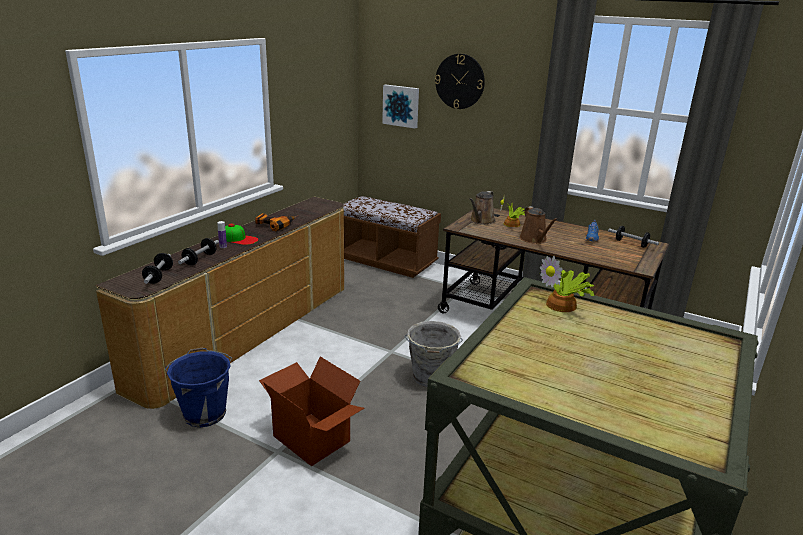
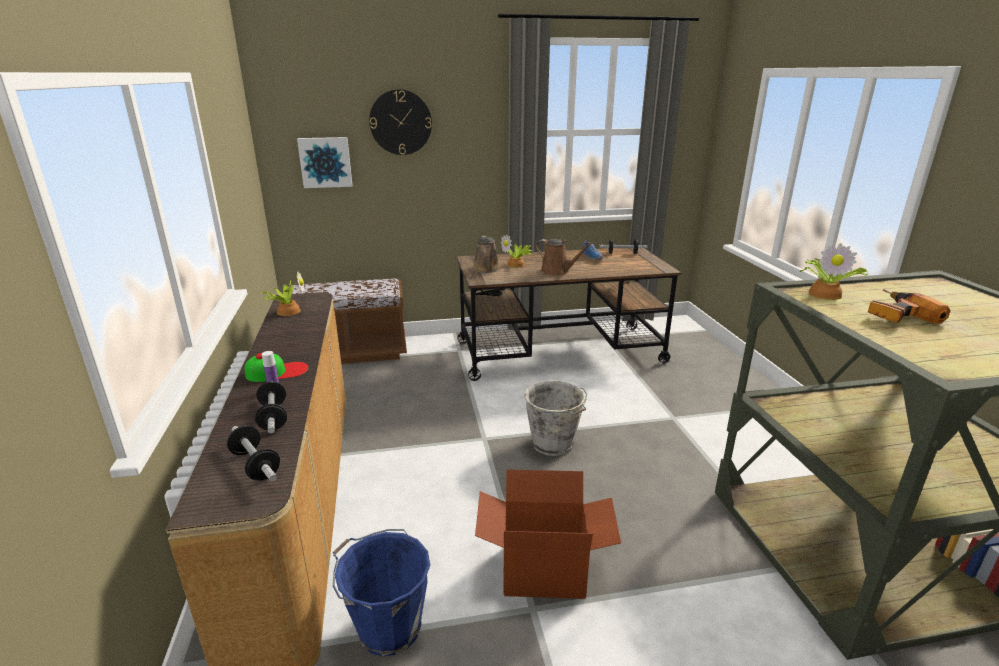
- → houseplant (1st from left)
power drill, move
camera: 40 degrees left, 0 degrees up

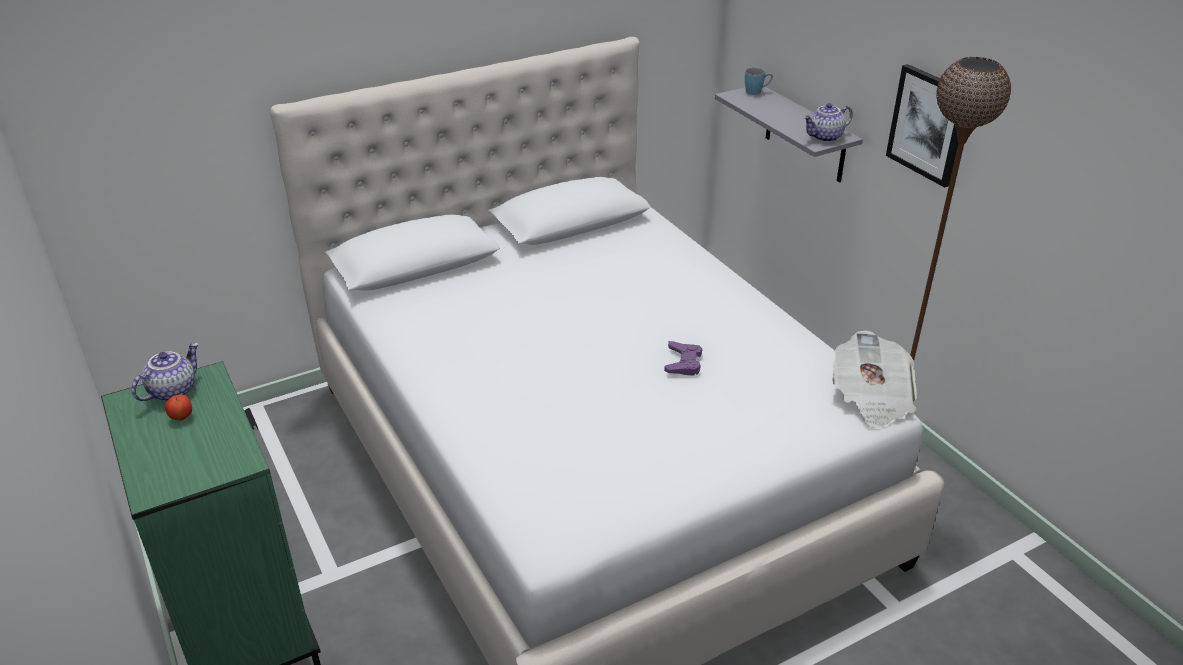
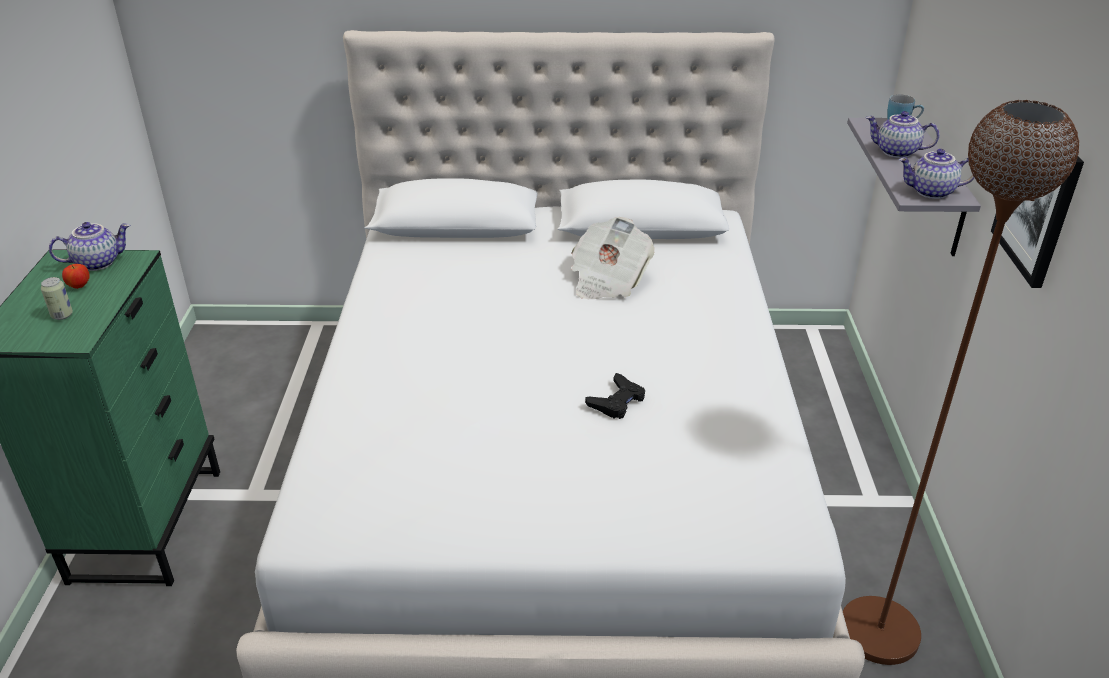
- → metal can
- → teapot (2nd from left)
printed paper, move
game controller in purple-coloured → game controller in black-coloured
camera: 30 degrees right, 0 degrees up

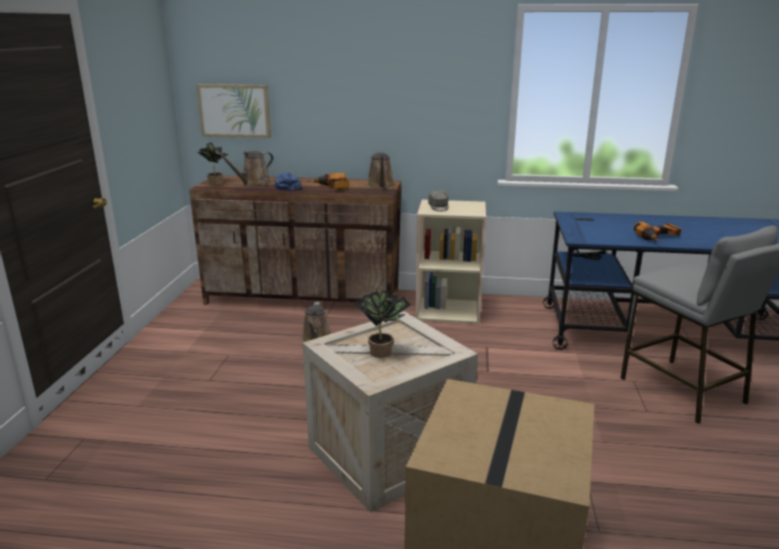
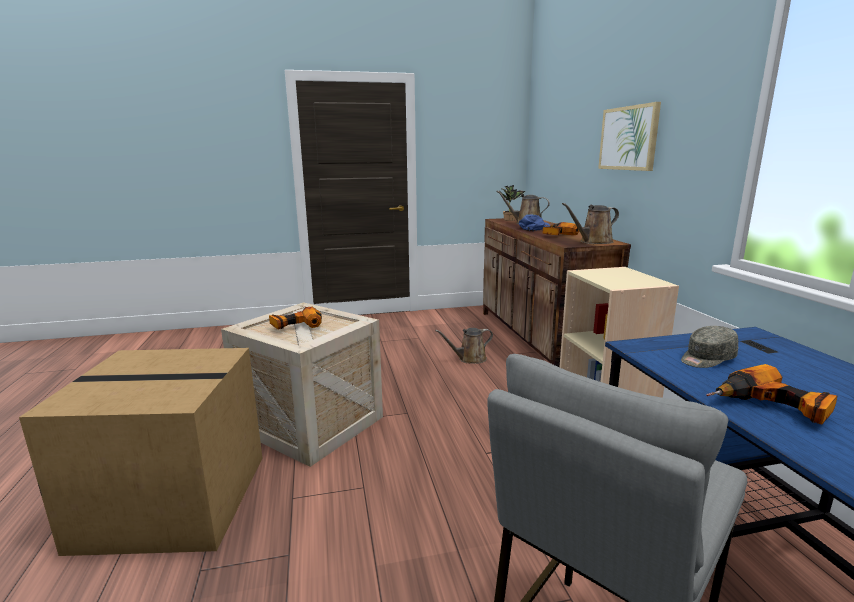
wall picture, move
cap in gray, move
houseplant (2nd from left) → power drill (1st from left)
camera: 70 degrees right, 5 degrees down

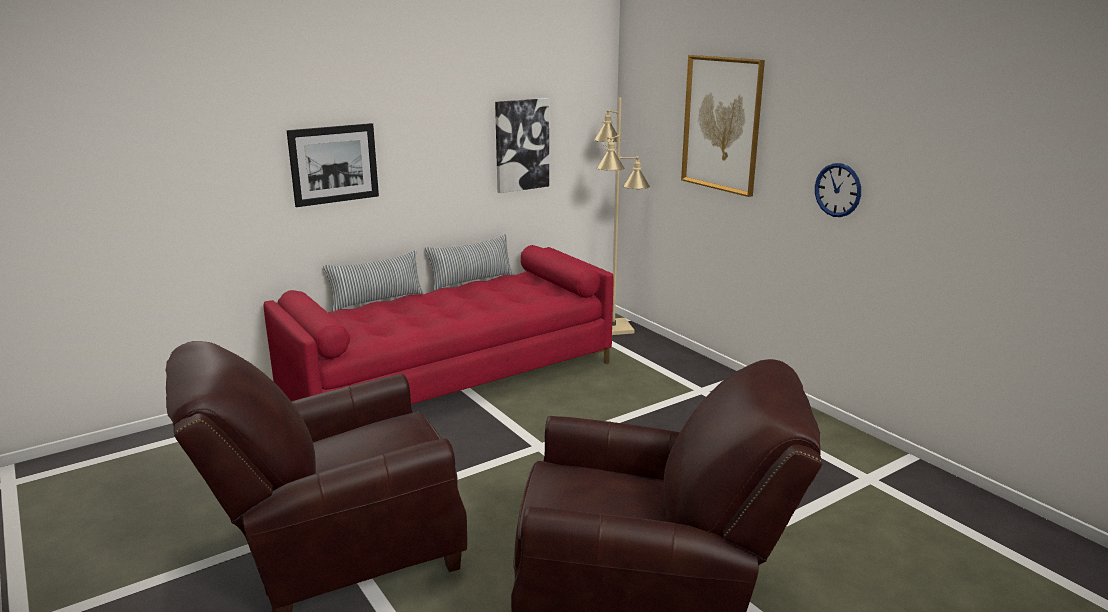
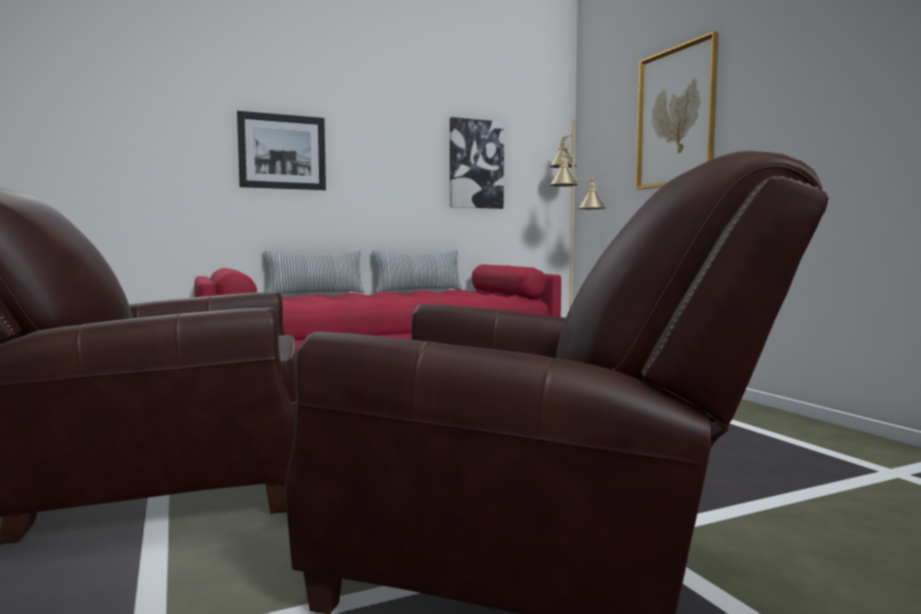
clock on the wall → -
camera: 10 degrees right, 15 degrees down

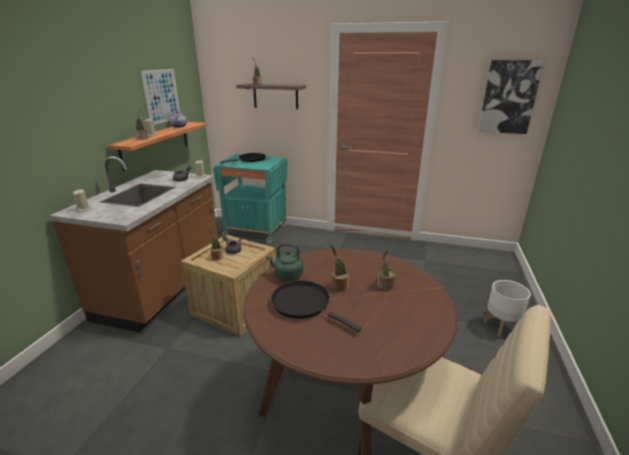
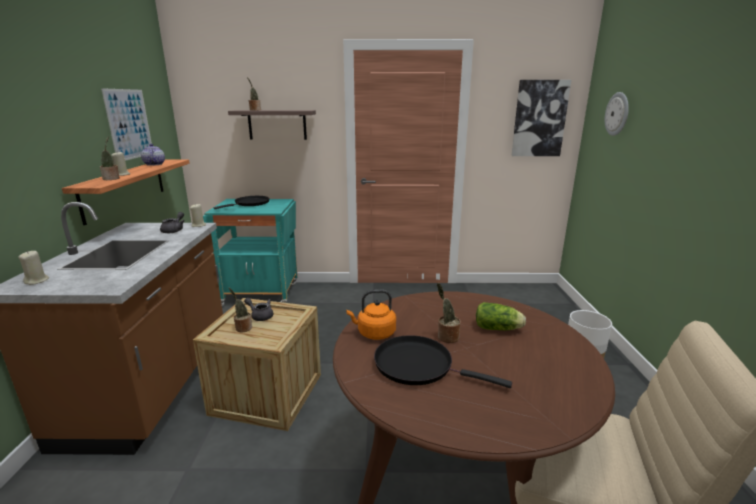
- → clock on the wall
houseplant (5th from left) → lettuce head
water kettle in green → water kettle in orangey
camera: 15 degrees left, 5 degrees down

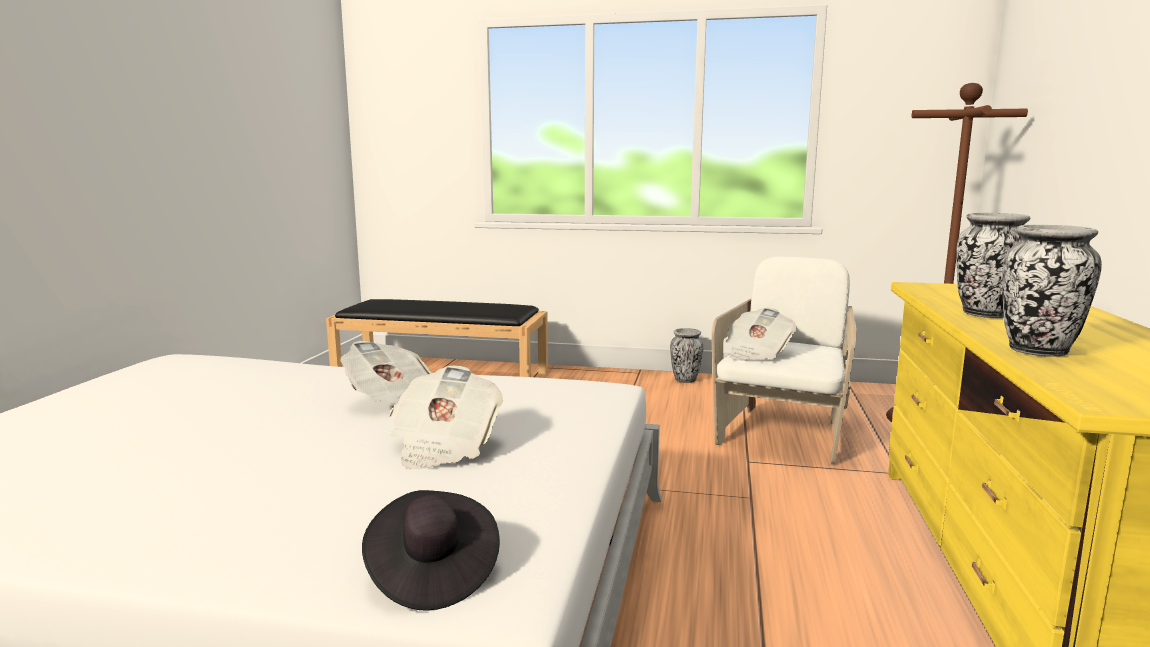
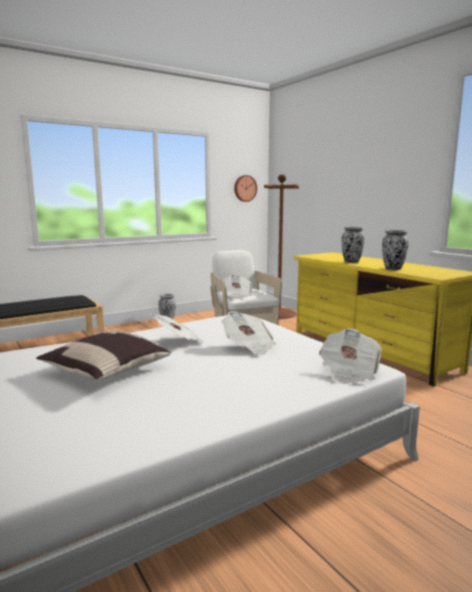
- → throw pillow
- → clock on the wall
clothing hat in black-coloured → printed paper (4th from left)
camera: 45 degrees left, 0 degrees up

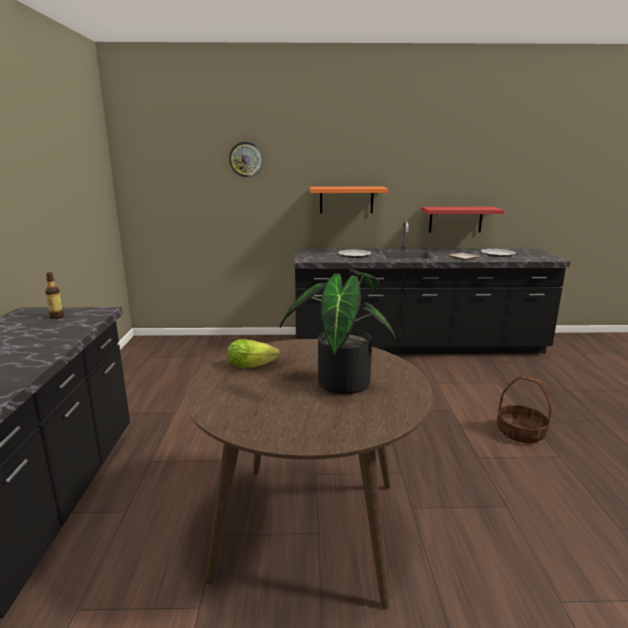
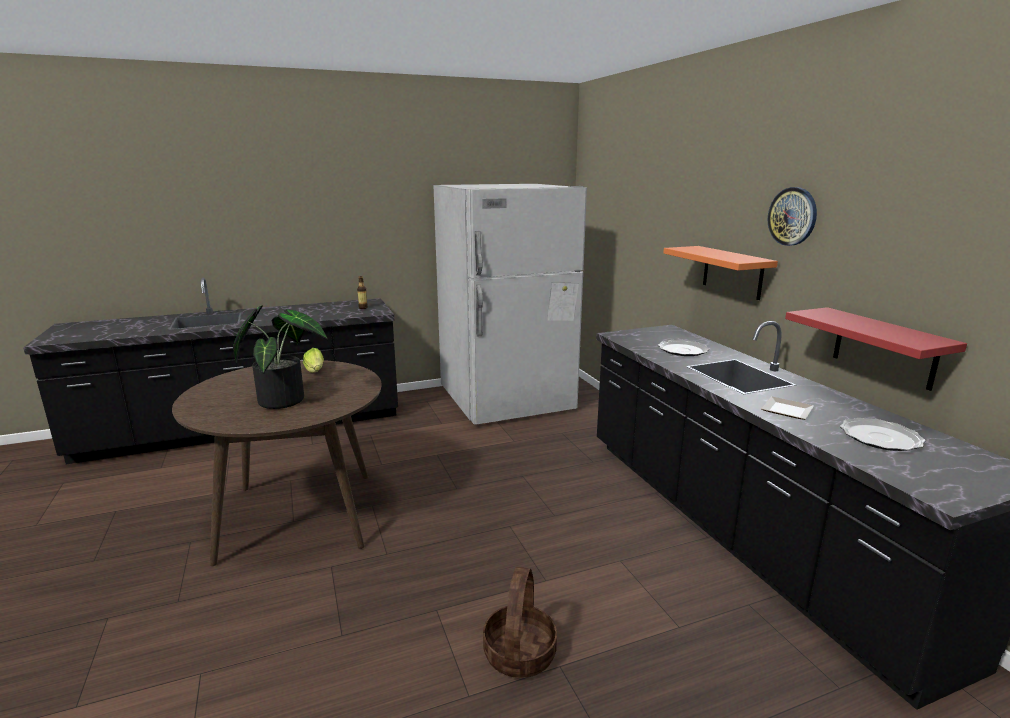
- → fridge in white-coloured
clock on the wall, move
camera: 70 degrees right, 0 degrees up

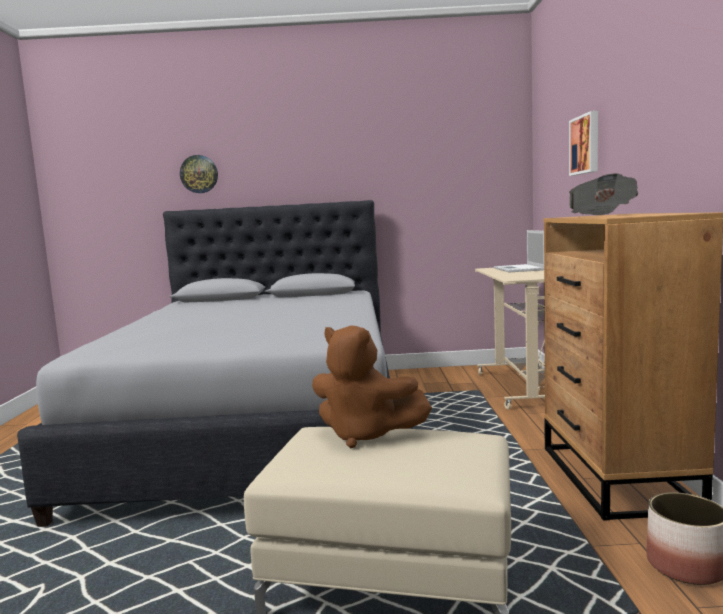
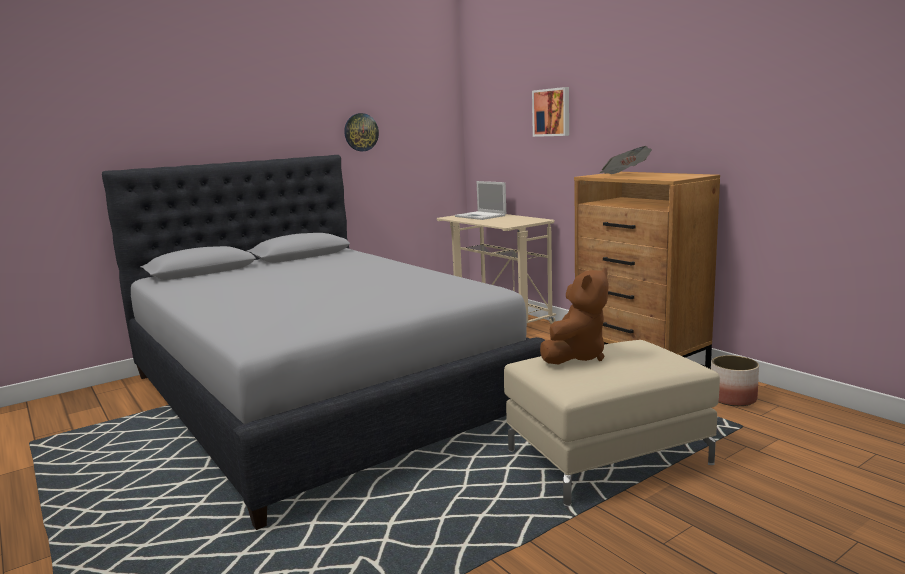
clock on the wall, move
plush toy in brown, 45 degrees counterclockwise
camera: 35 degrees left, 5 degrees up

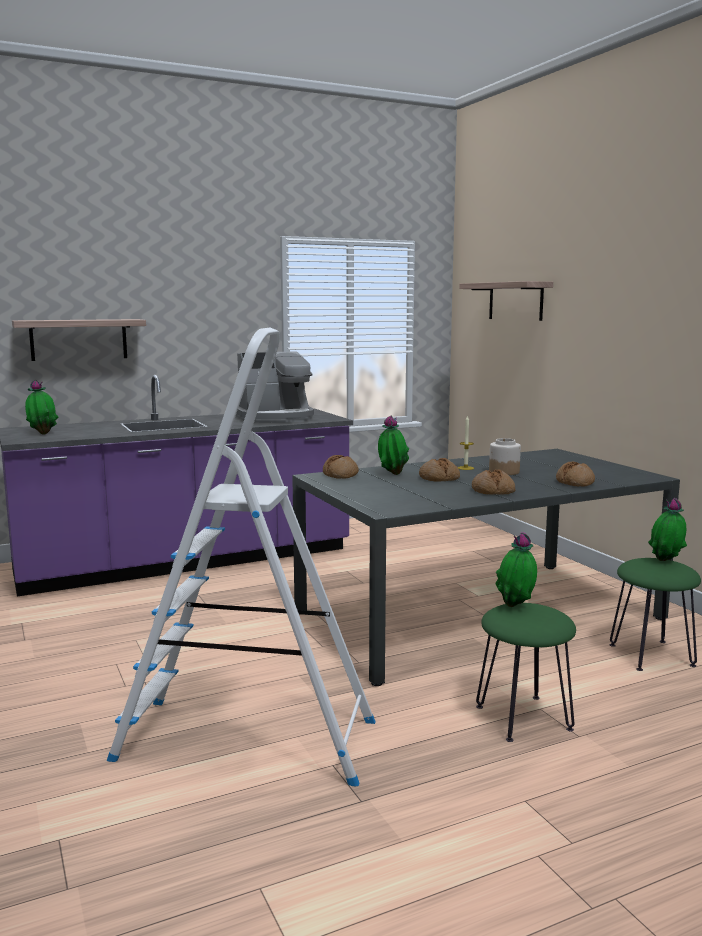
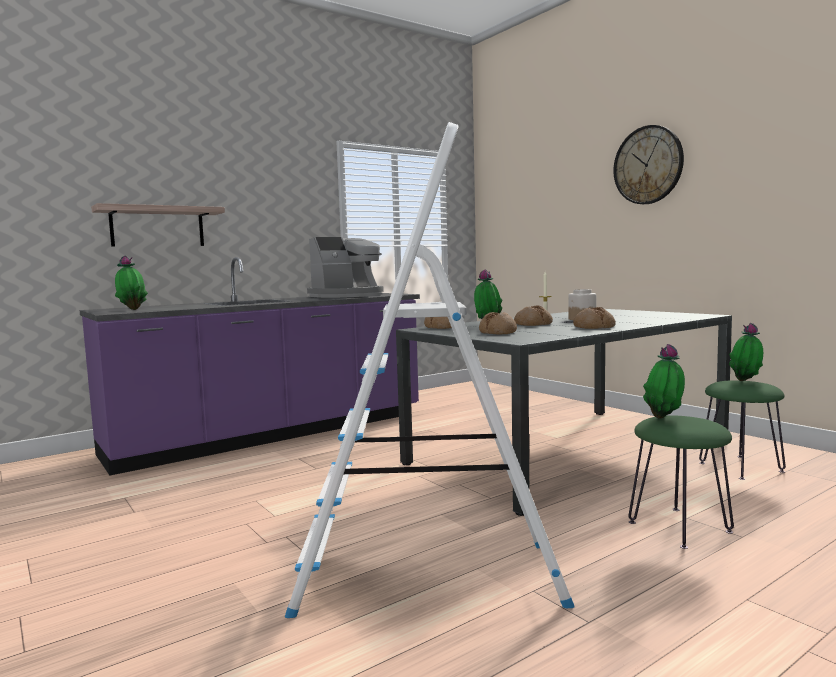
shelf (2nd from left) → -
- → clock on the wall
baked bread (4th from left in the first image) → baked bread (2nd from left), move
camera: 10 degrees left, 5 degrees down

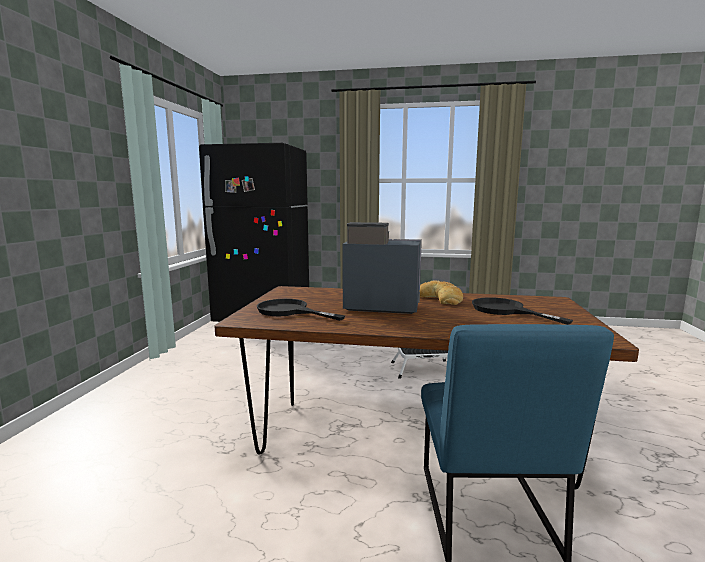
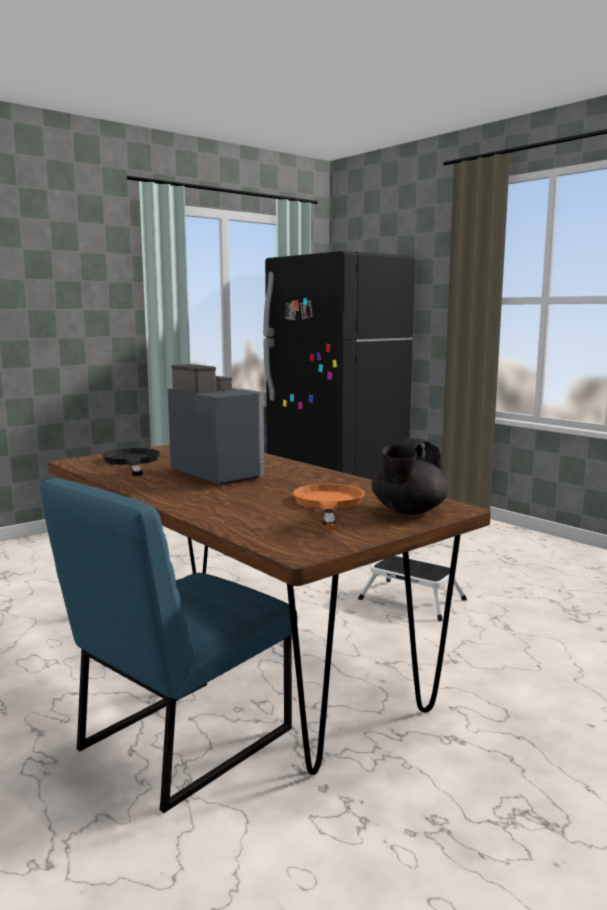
baked bread → -
- → teapot in black-coloured
skillet in black-coloured (2nd from left) → skillet in orangey
camera: 40 degrees right, 0 degrees up

